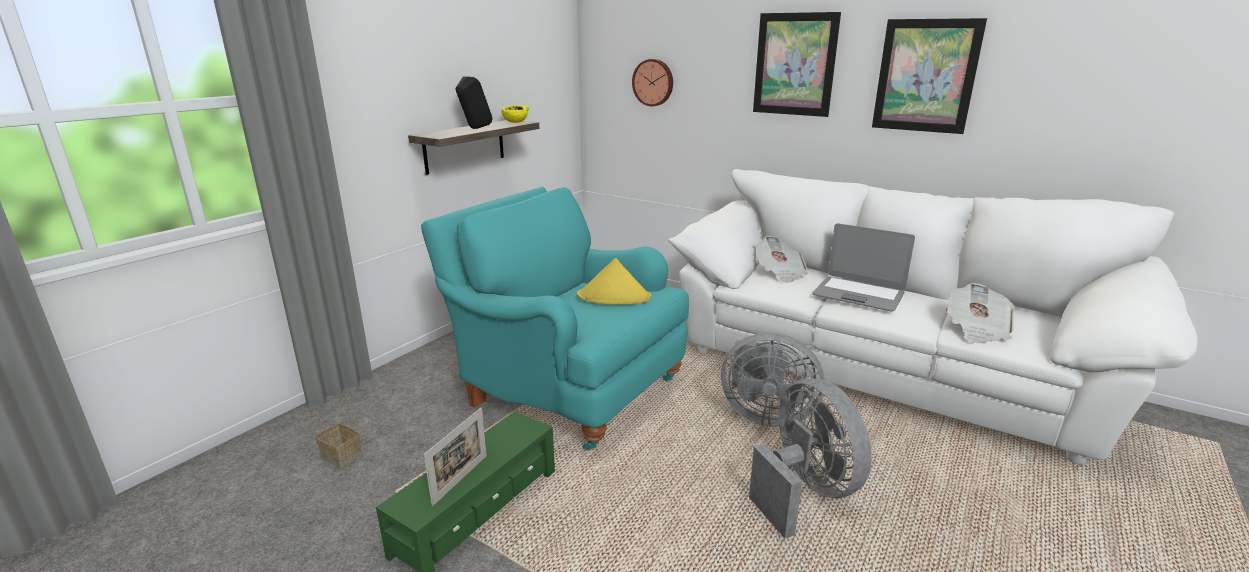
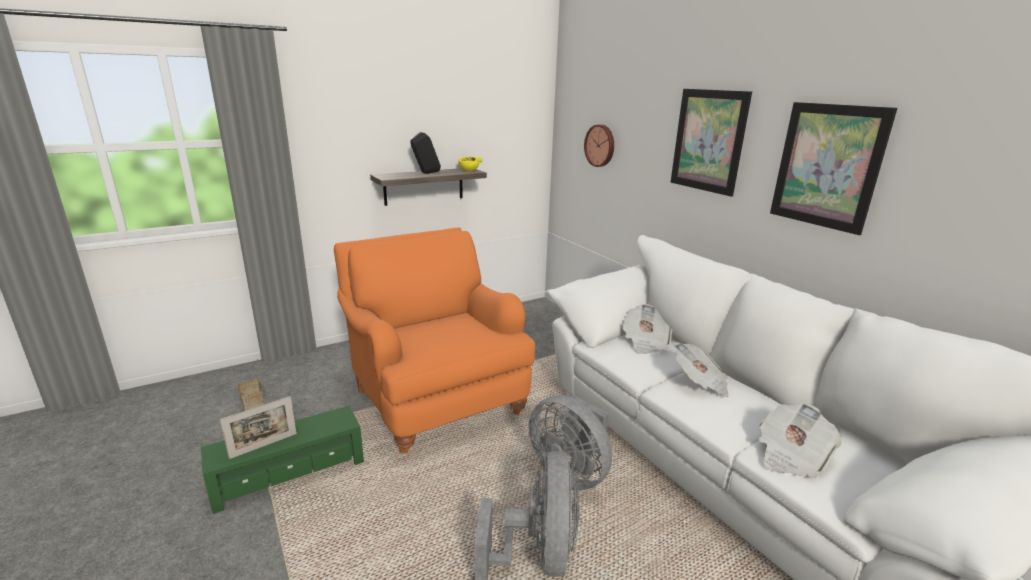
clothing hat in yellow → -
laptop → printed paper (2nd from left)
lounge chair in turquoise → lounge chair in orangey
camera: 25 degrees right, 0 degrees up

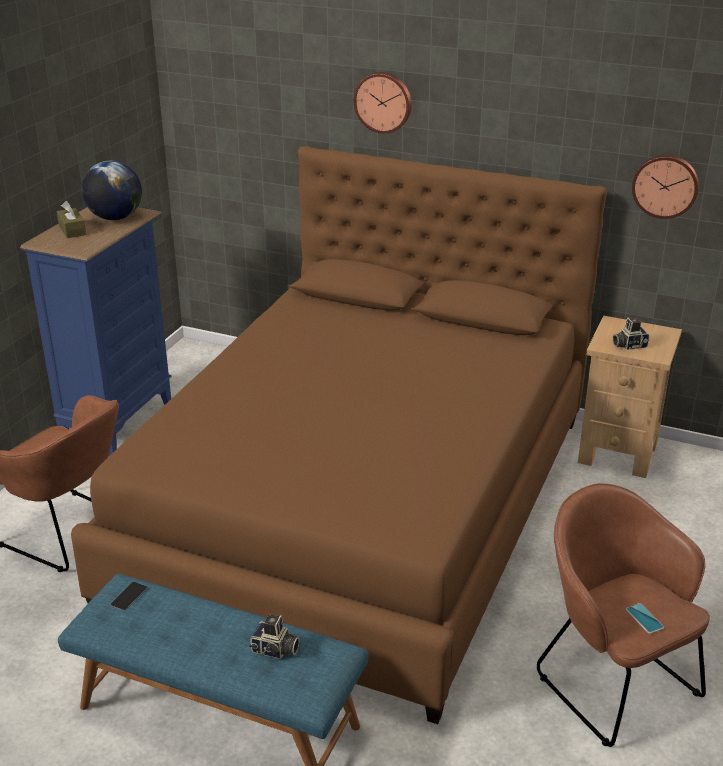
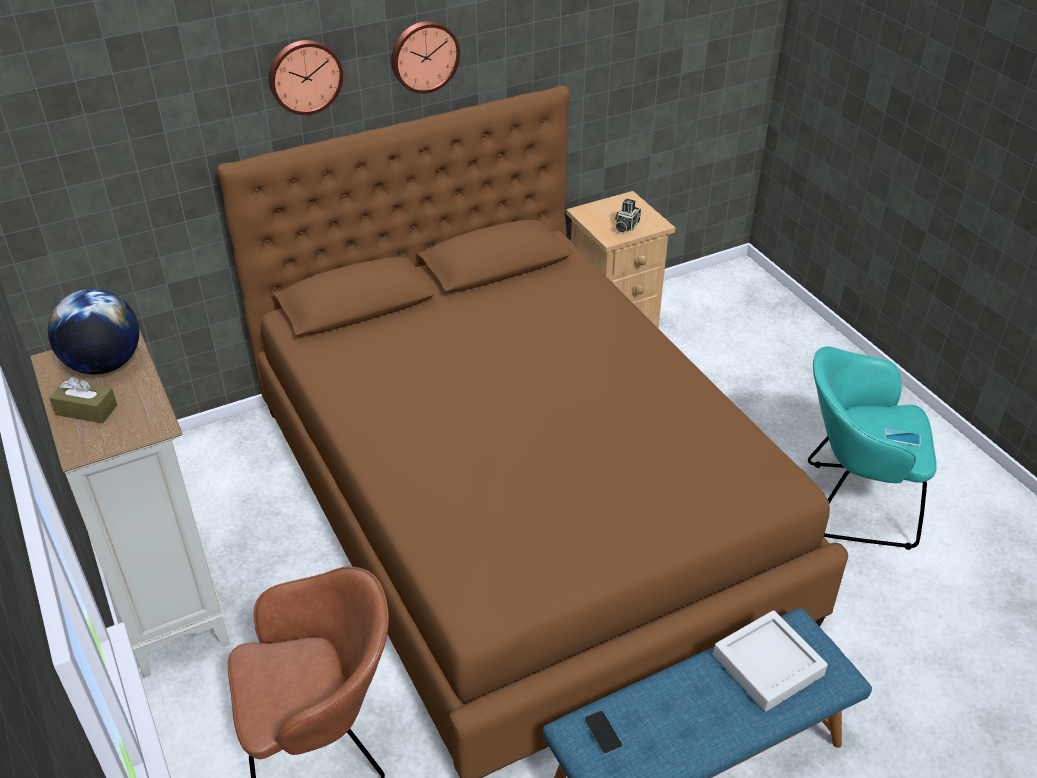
clock on the wall (2nd from left), move
photo camera (1st from left) → serving tray in gray
chest of drawers in blue-coloured → chest of drawers in white-coloured
lounge chair in brown (2nd from left) → lounge chair in turquoise
camera: 50 degrees left, 10 degrees up

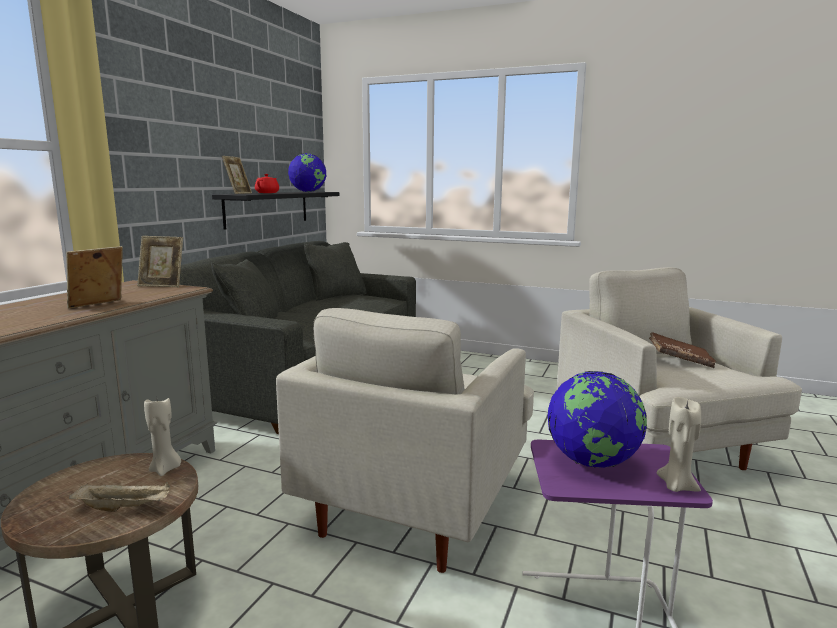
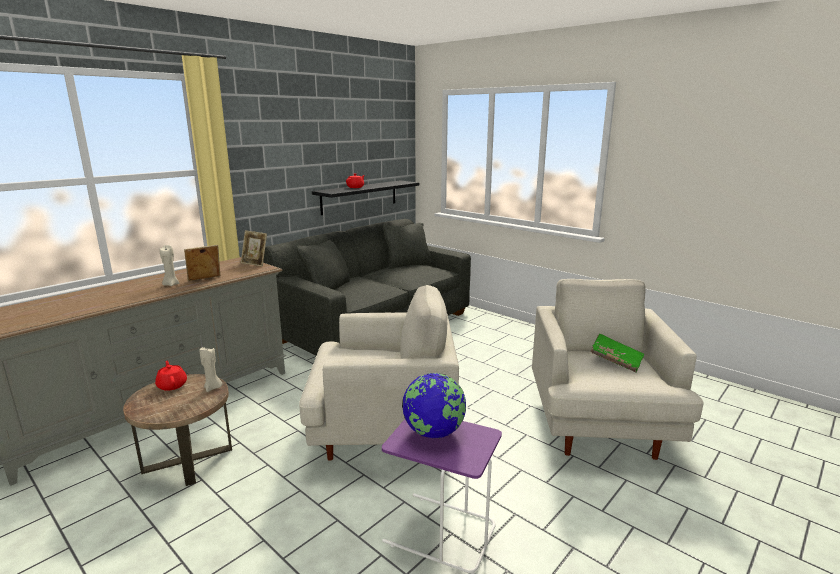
serving tray in beige-coloured → -
standing frame (3rd from left) → -
globe (1st from left) → -
- → teapot in red (1st from left)
wax light in beige-coloured (2nd from left in the first image) → wax light in beige-coloured (1st from left), move
book in brown → book in green
lounge chair in beige-coloured (1st from left), 135 degrees counterclockwise
camera: 20 degrees right, 5 degrees up

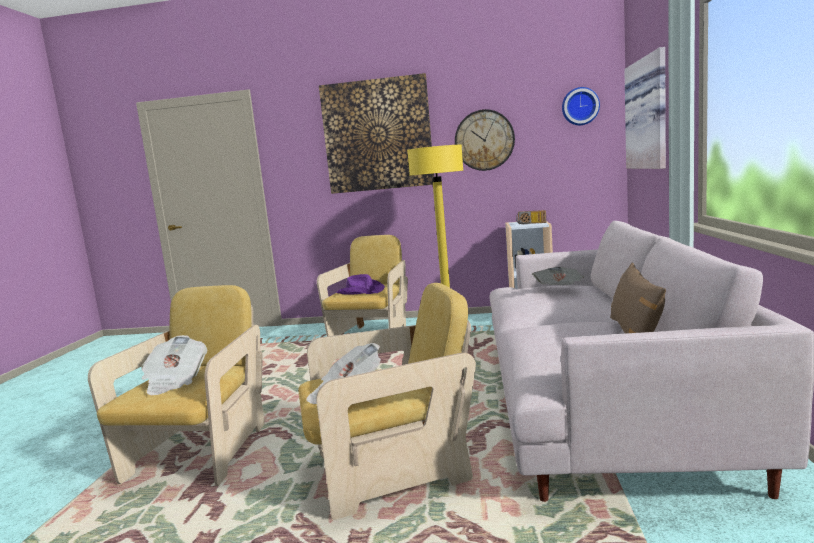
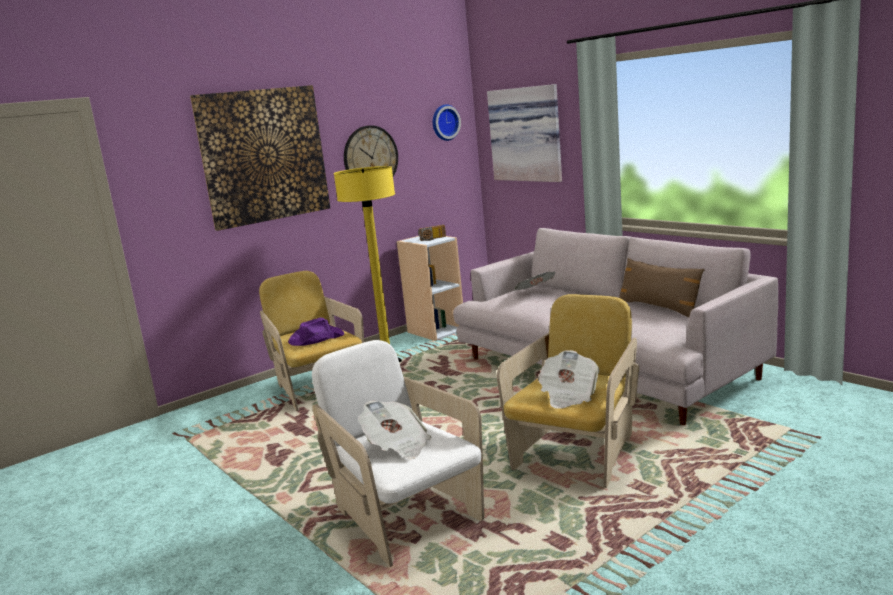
lounge chair in yellow (1st from left) → lounge chair in white-coloured
camera: 45 degrees left, 5 degrees up

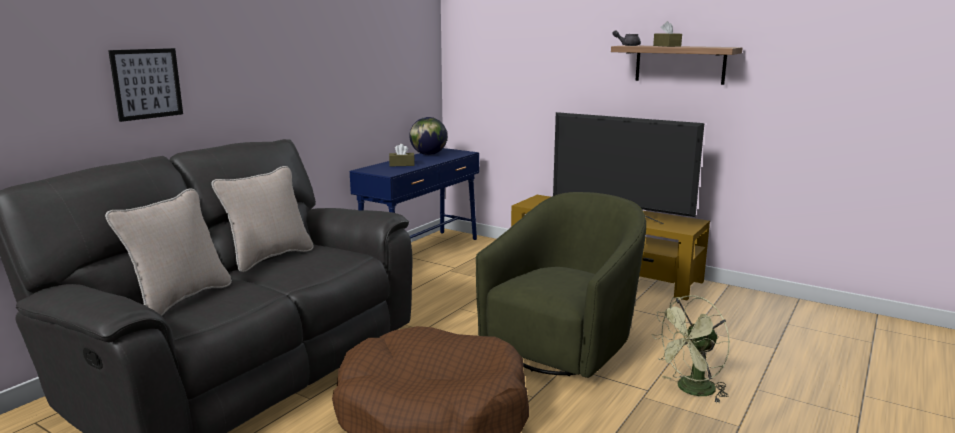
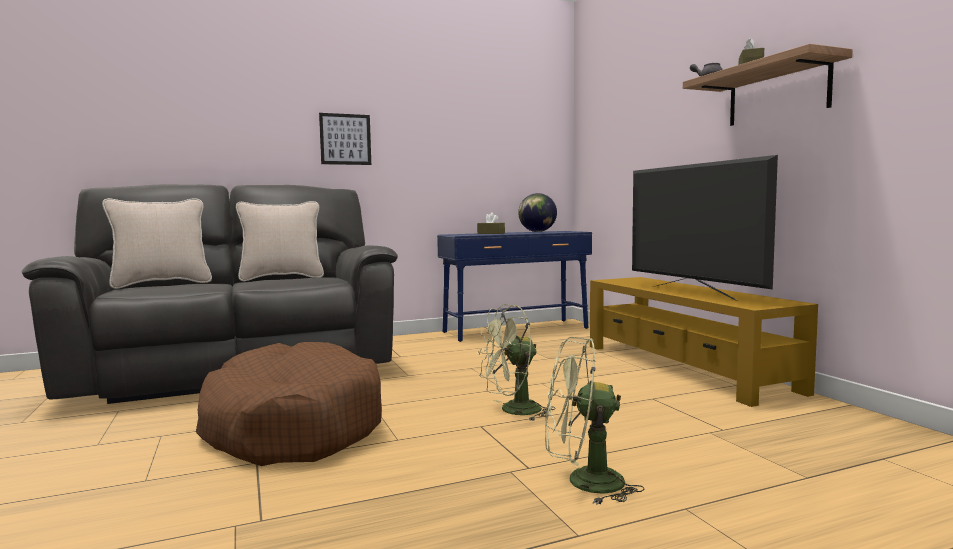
wall picture, move
lounge chair in green → fan in green (1st from left)
camera: 35 degrees right, 10 degrees down

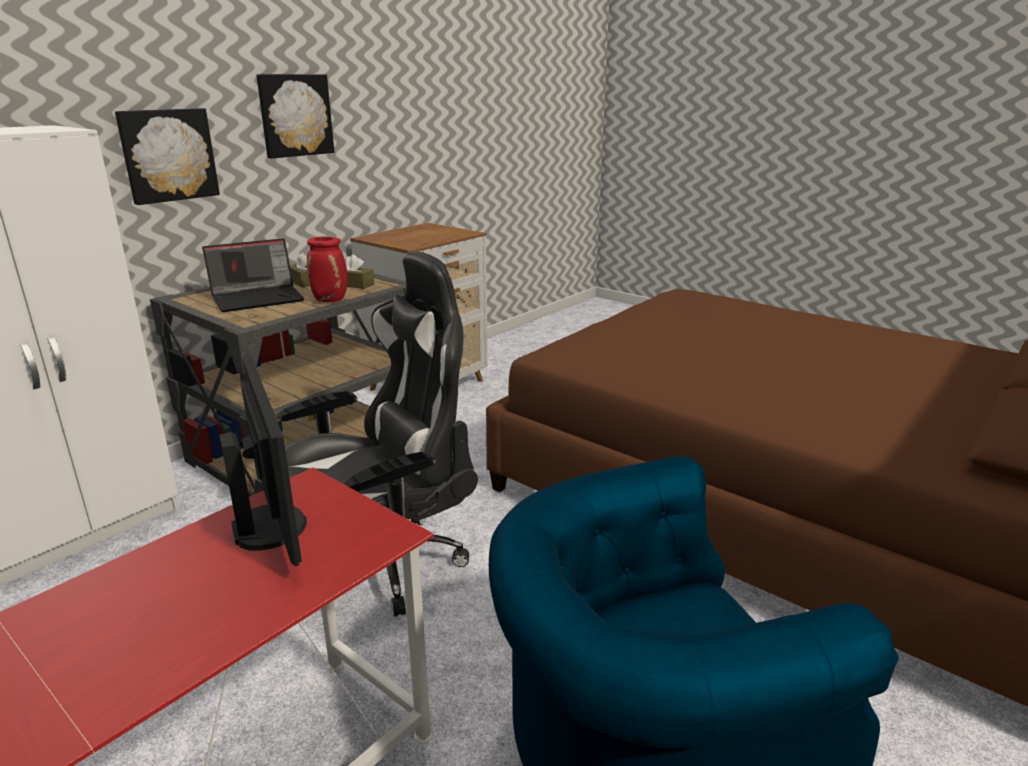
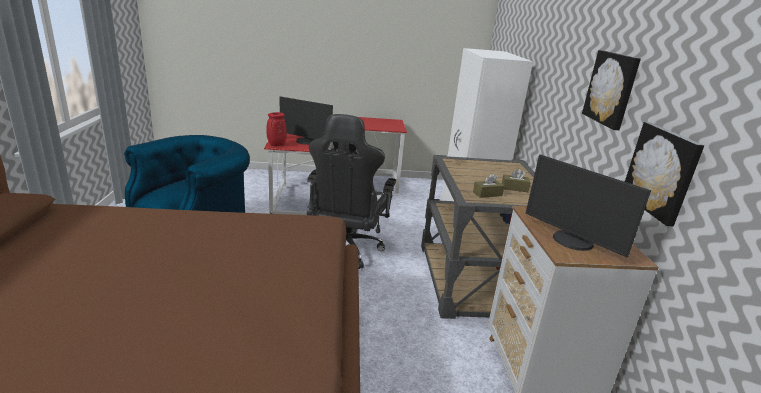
laptop → -
- → monitor (2nd from left)
wall picture (1st from left in the first image) → wall picture (2nd from left), move
decorative vase in red, move
camera: 135 degrees right, 0 degrees up

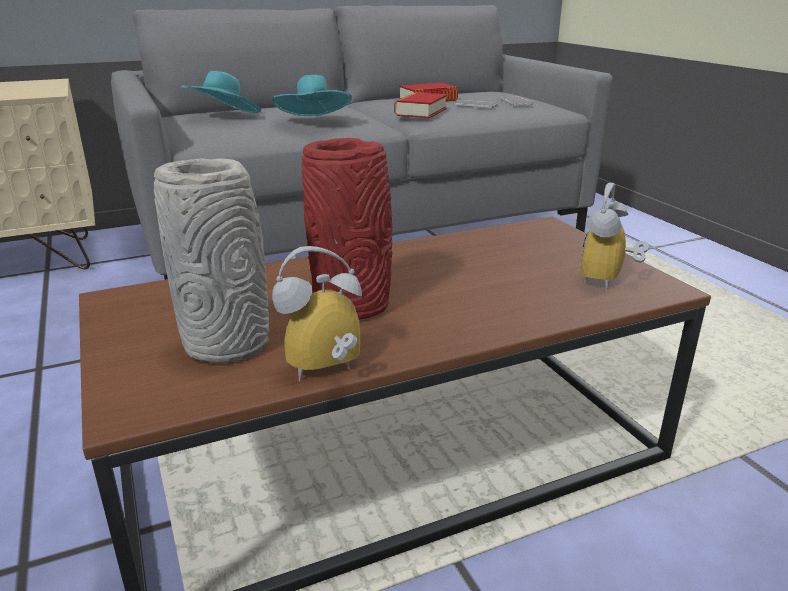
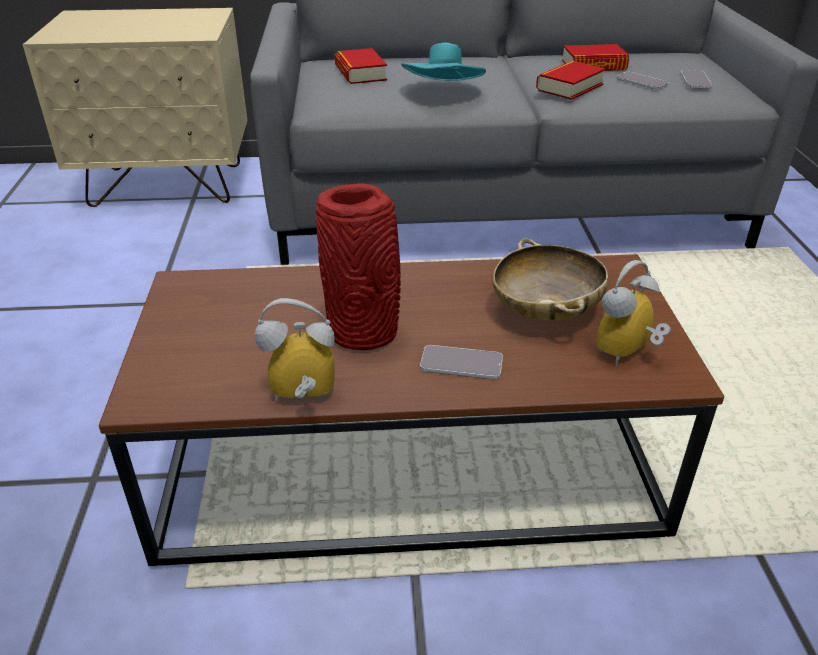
decorative vase in gray → -
- → telephone (1st from left)
- → bowl in beige-coloured
clothing hat in turquoise (1st from left) → book (1st from left)
camera: 20 degrees right, 10 degrees up

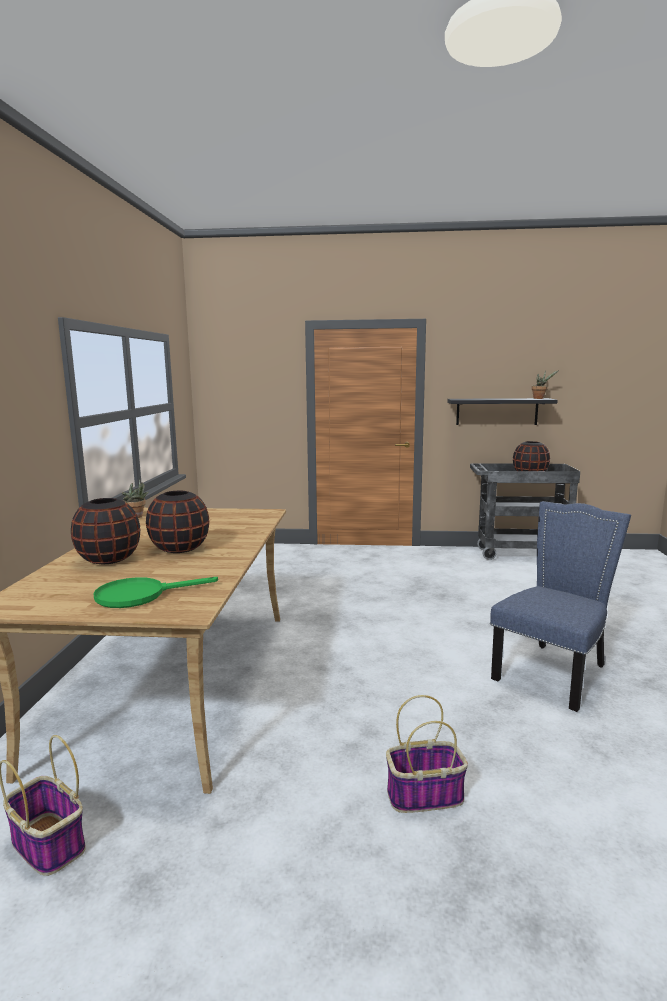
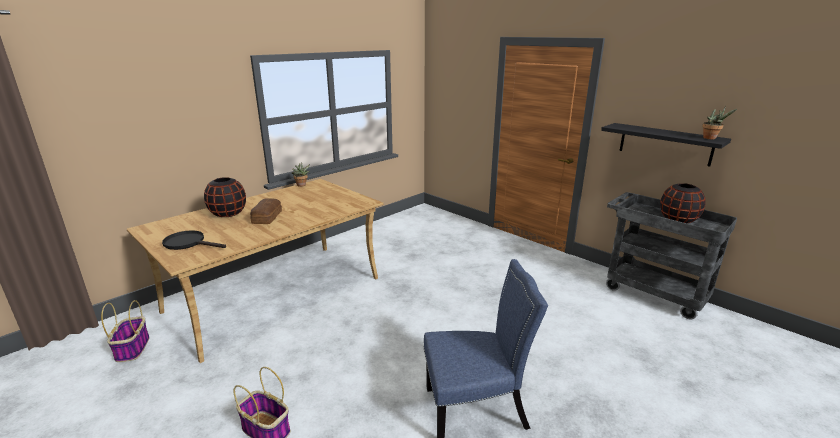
decorative vase in black-coloured (2nd from left) → baked bread
skillet in green → skillet in black-coloured
camera: 40 degrees right, 10 degrees up

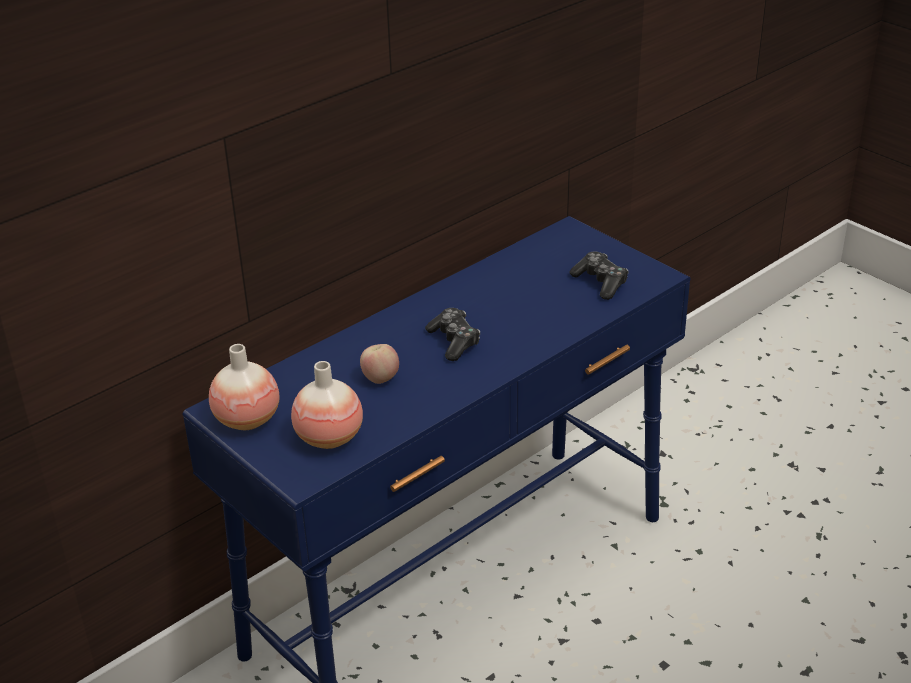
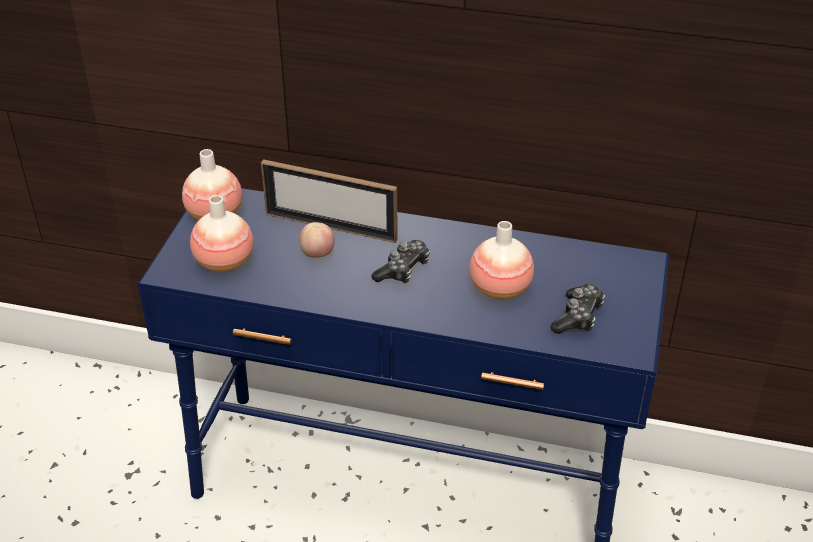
- → standing frame
- → decorative vase (3rd from left)
camera: 55 degrees right, 5 degrees up

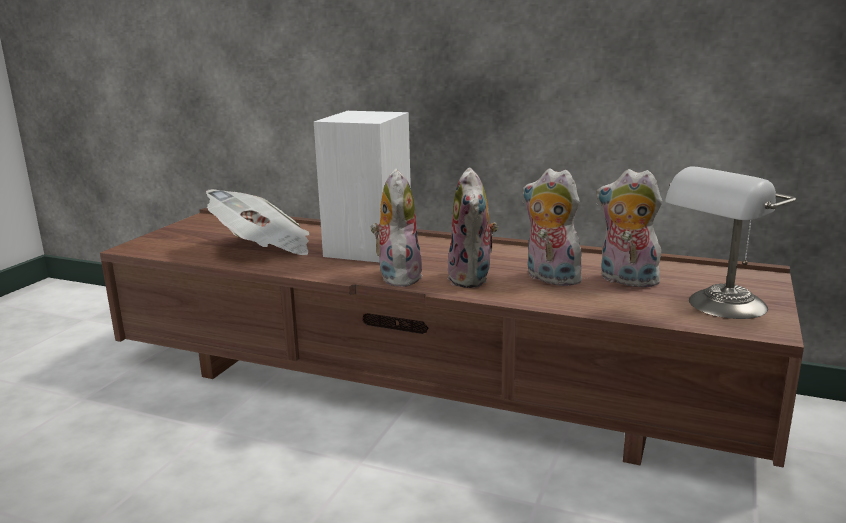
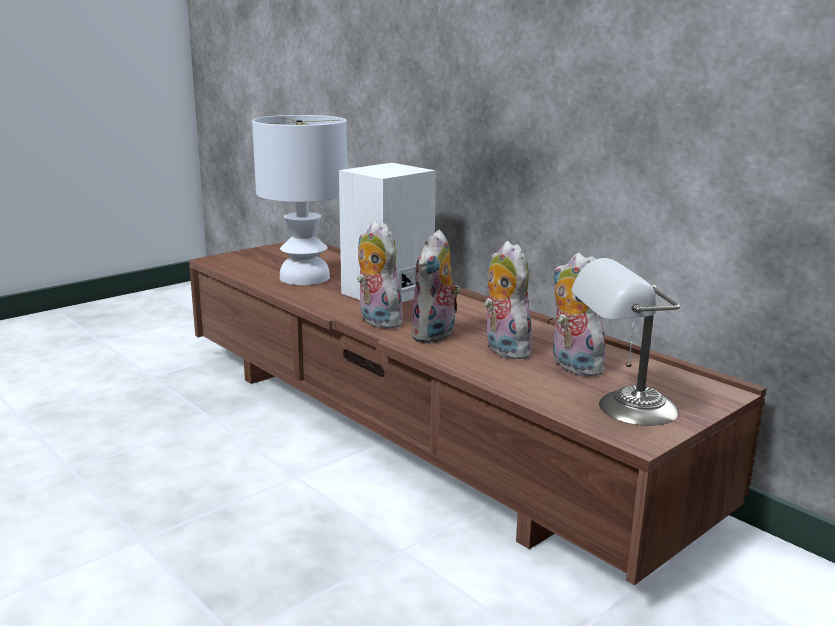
printed paper → tabletop lamp in white-coloured (1st from left)
plush toy (1st from left), 60 degrees counterclockwise
camera: 25 degrees right, 0 degrees up

